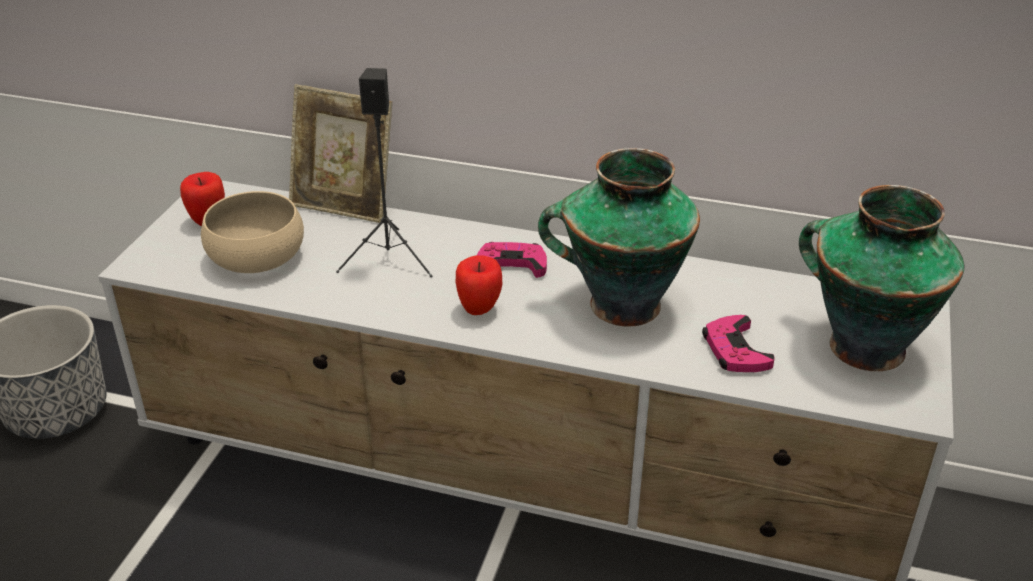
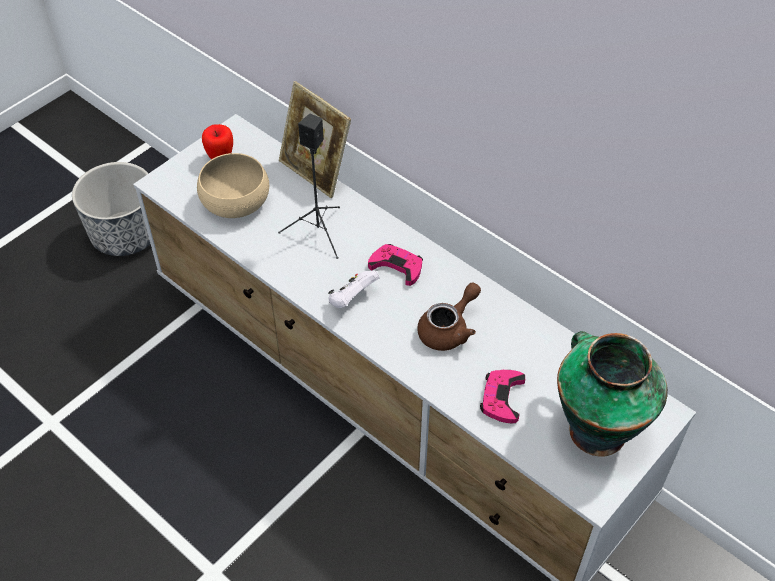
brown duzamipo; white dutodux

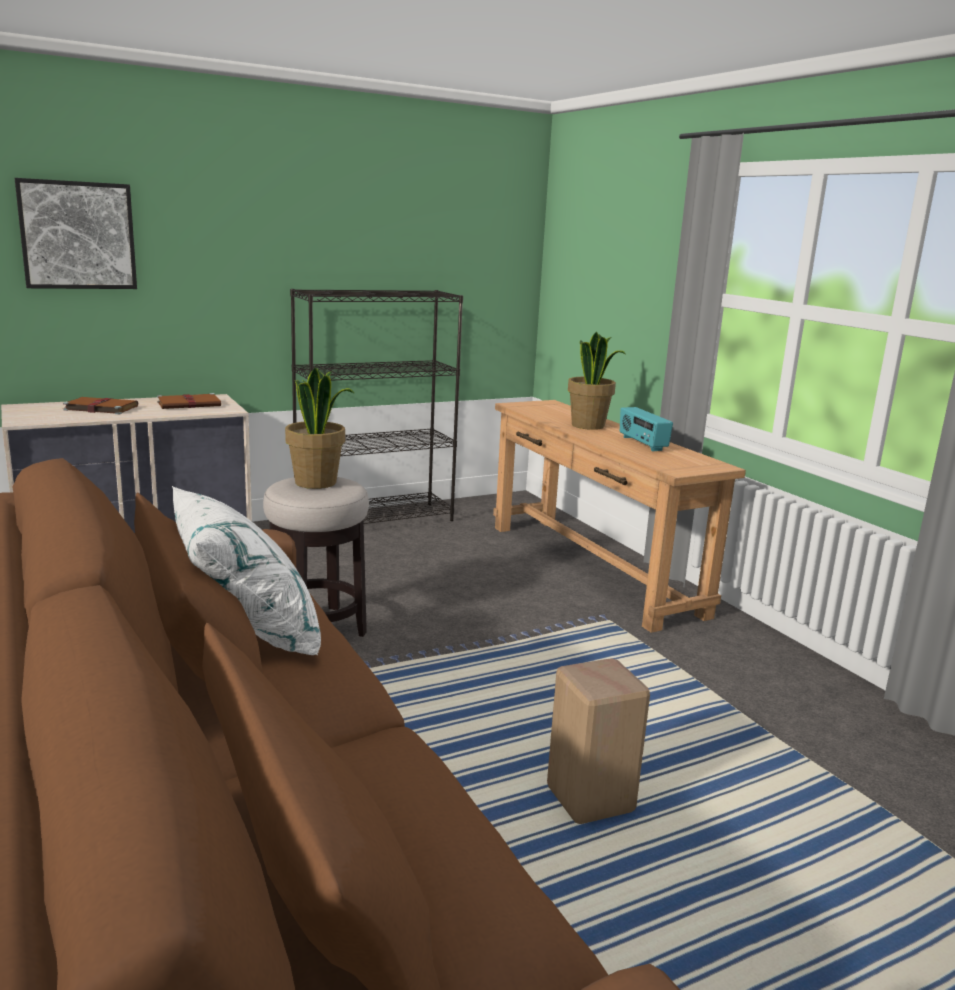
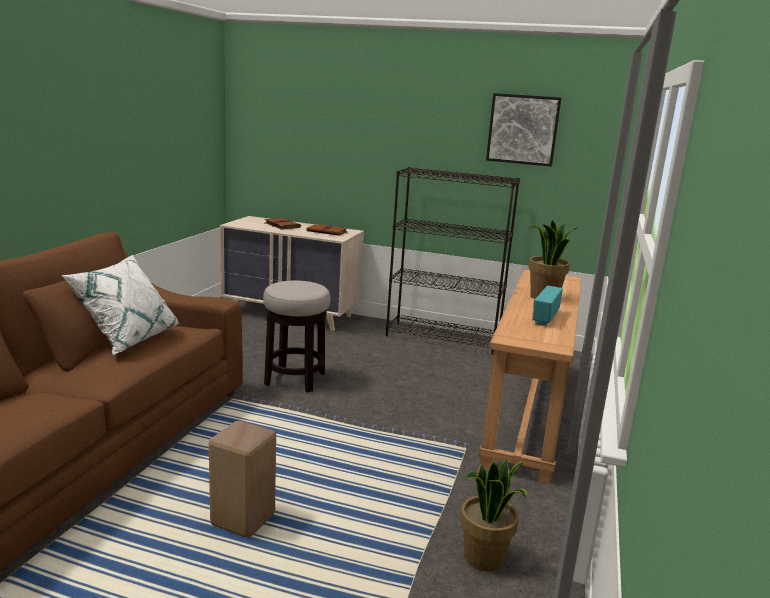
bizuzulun; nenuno (1st from left)

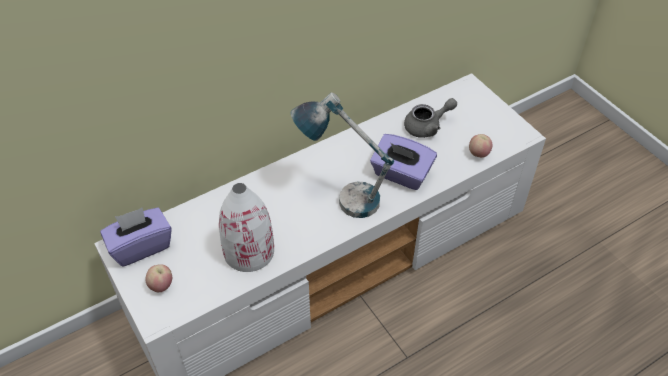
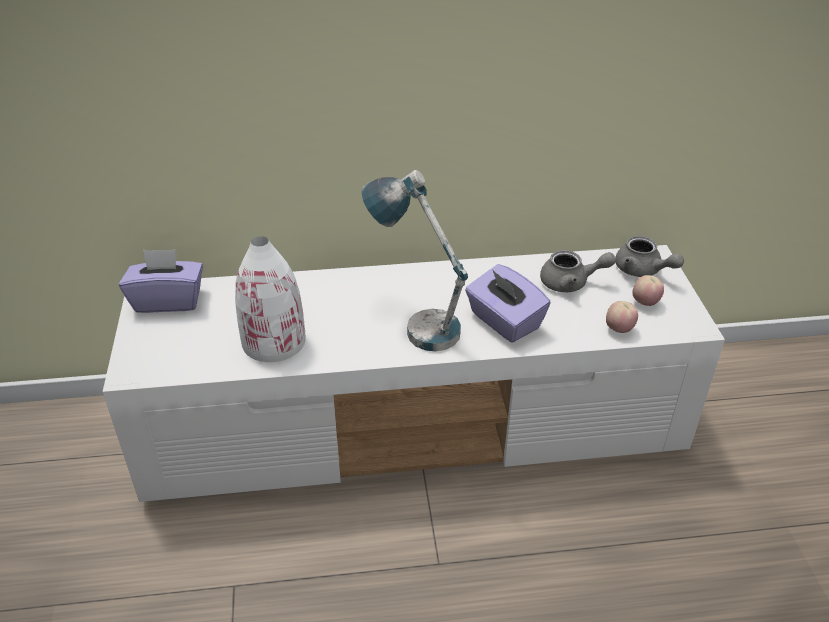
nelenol (2nd from left); grey duzamipo (2nd from left)

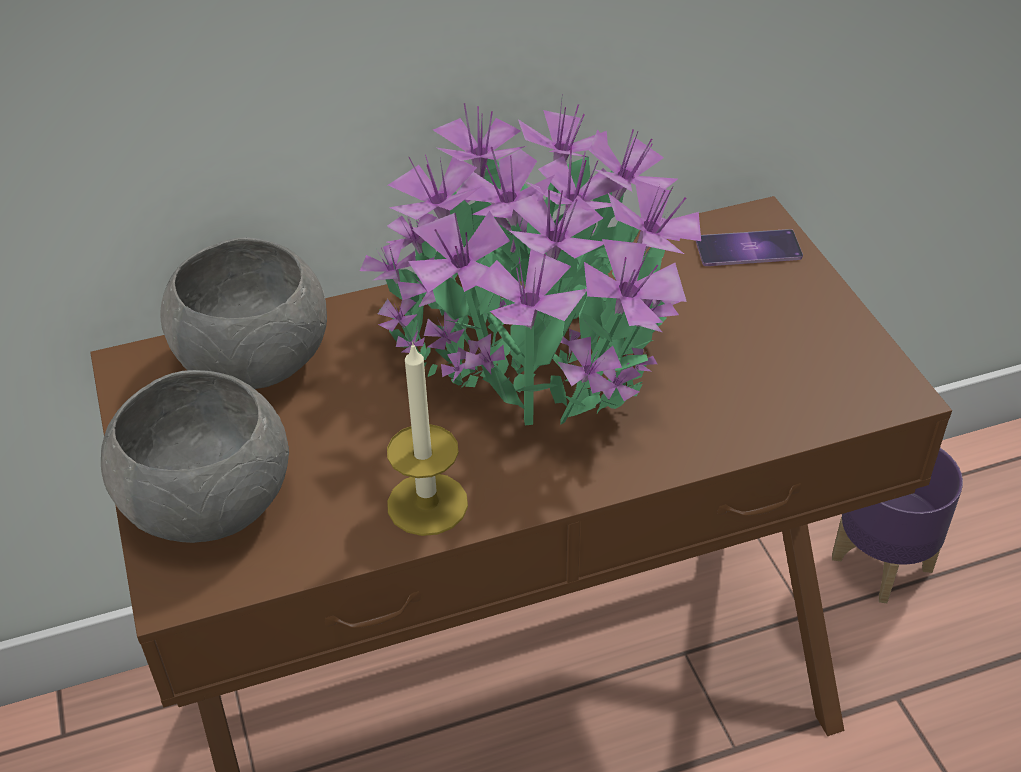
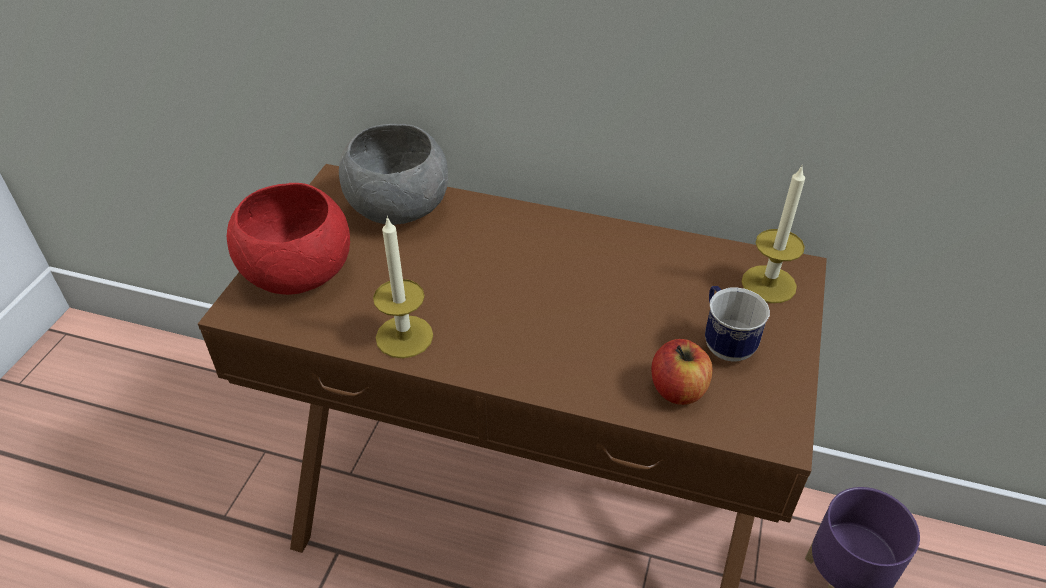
nenuno; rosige (2nd from left); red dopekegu; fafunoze; nelenol

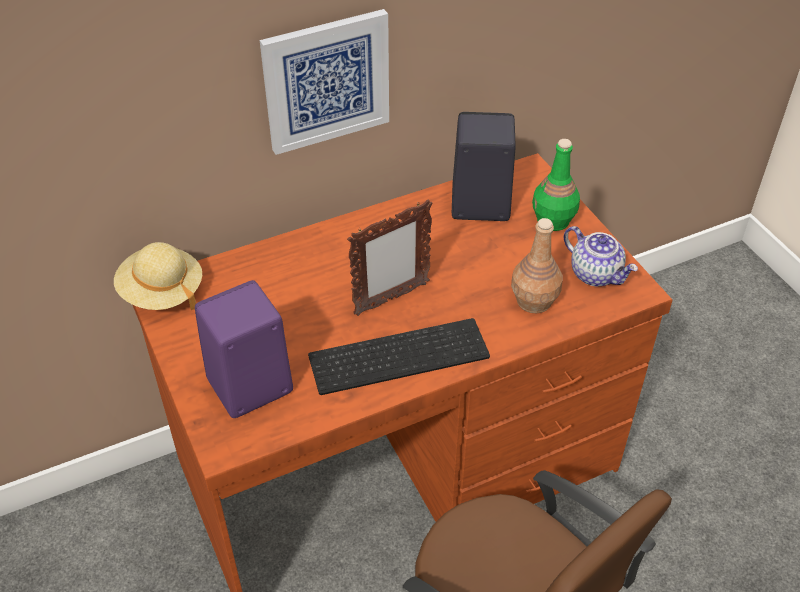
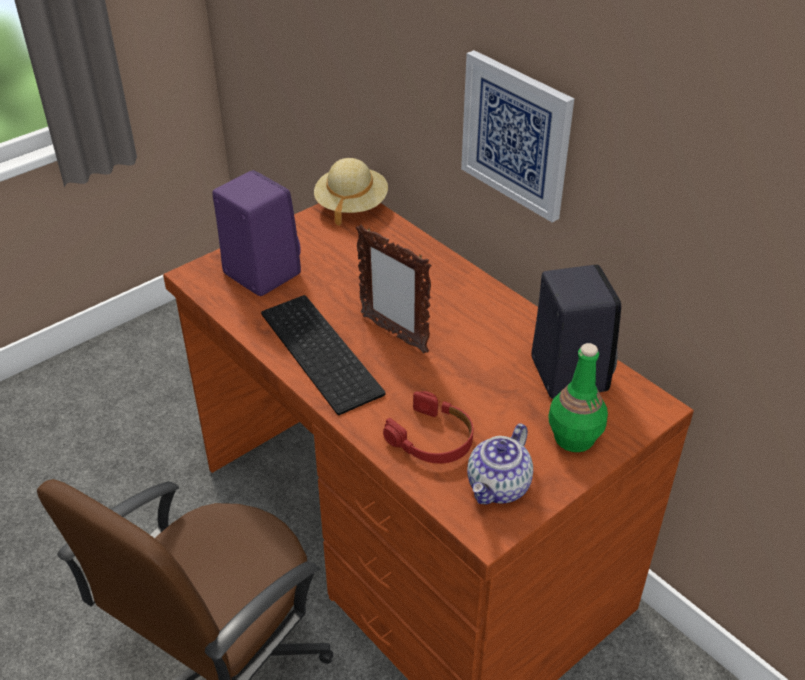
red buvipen

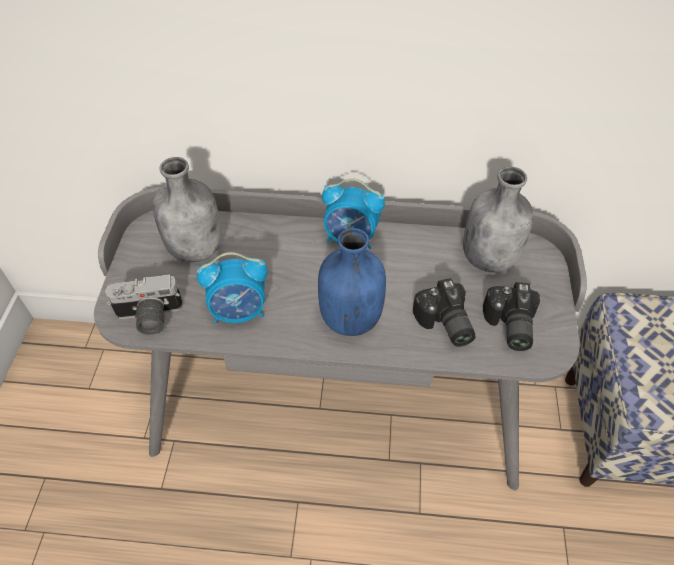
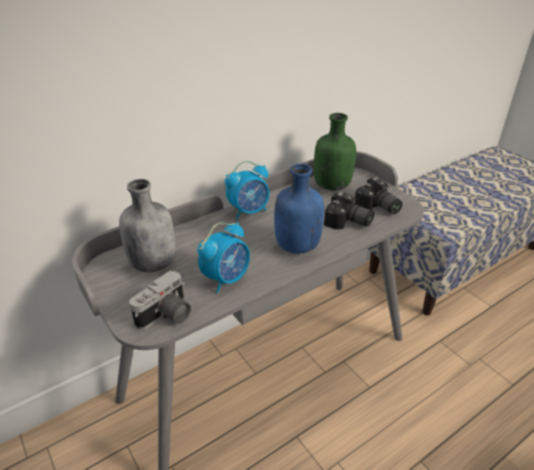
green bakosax

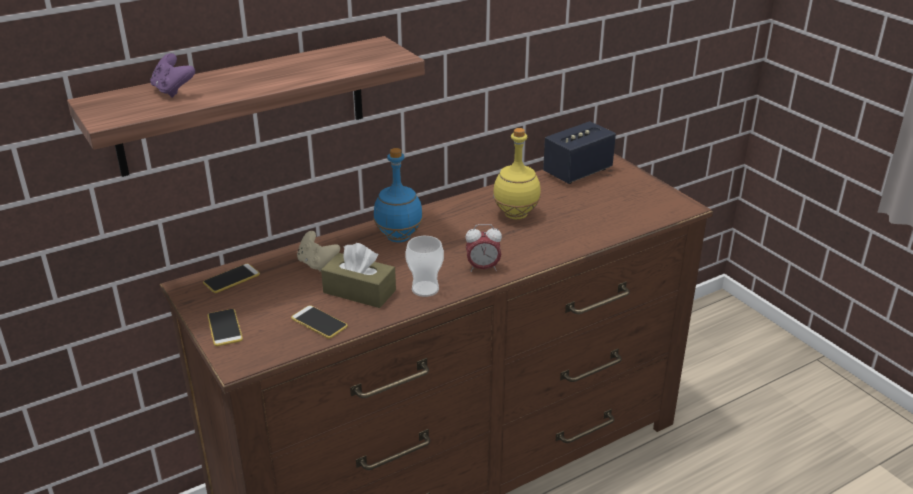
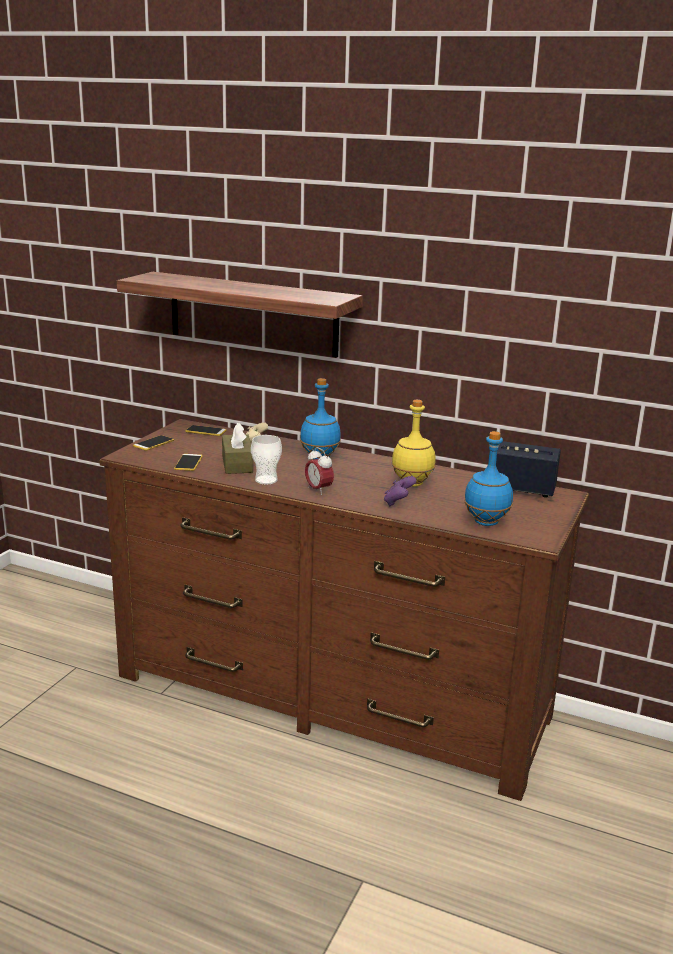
purple dutodux; blue bakosax (2nd from left)

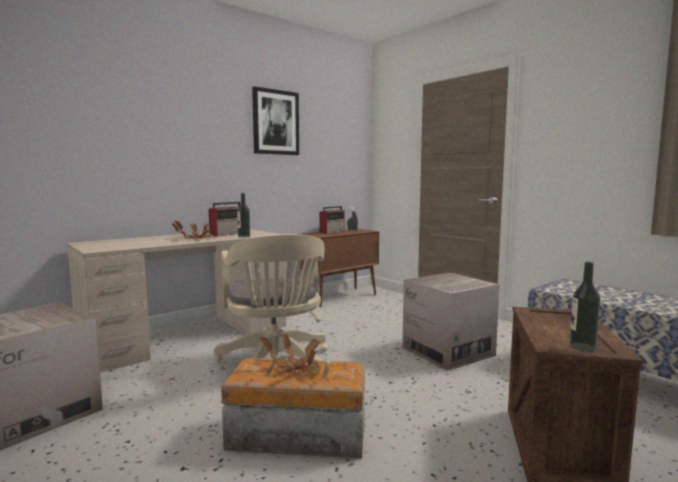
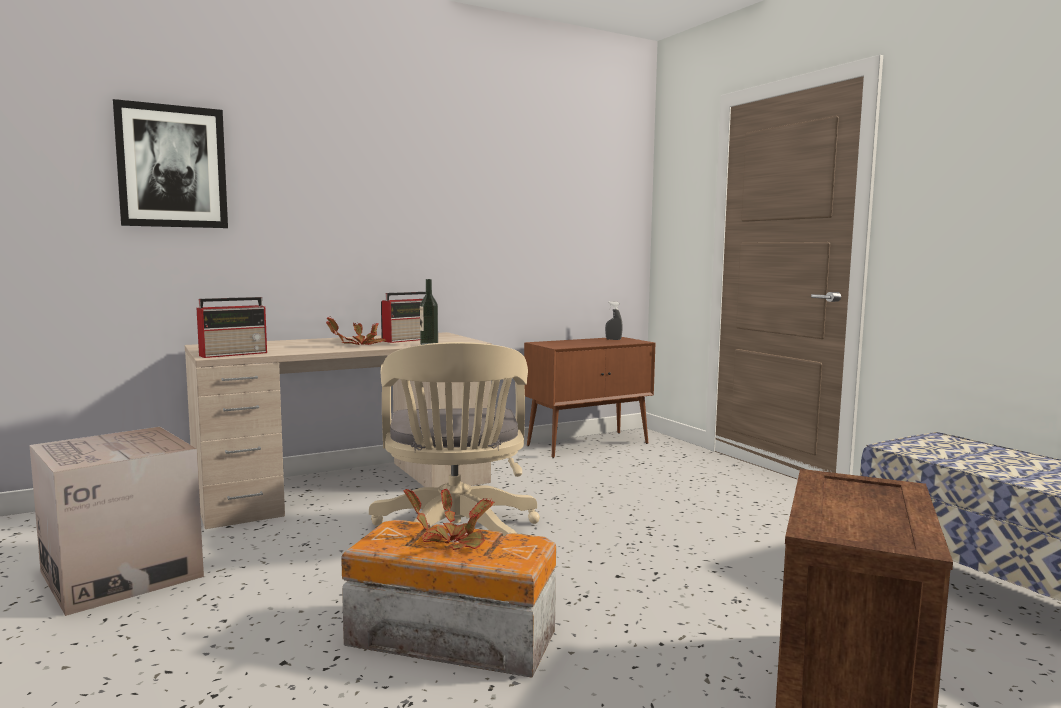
bizuzulun; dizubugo (1st from left); bakosax (2nd from left in the first image); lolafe (2nd from left in the first image)

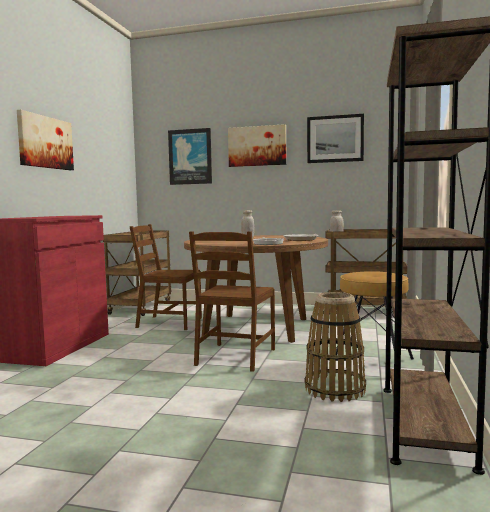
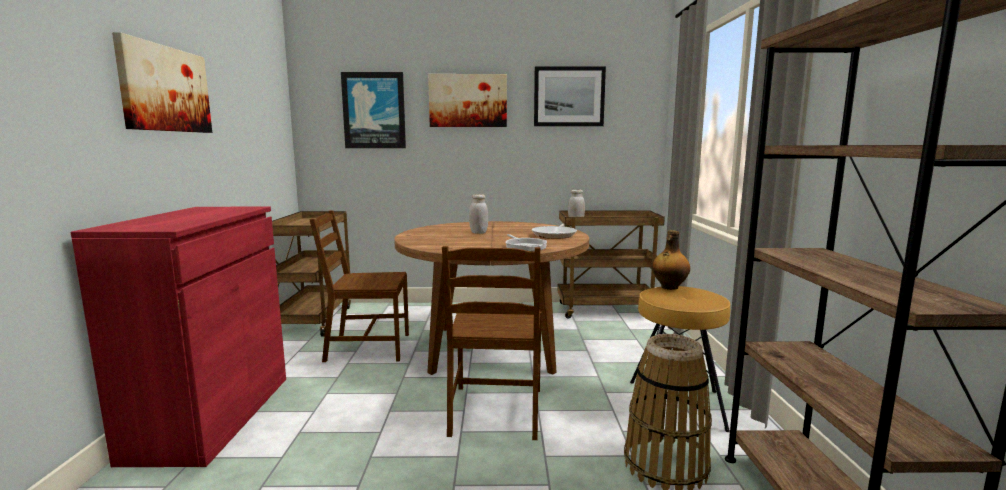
bakosax

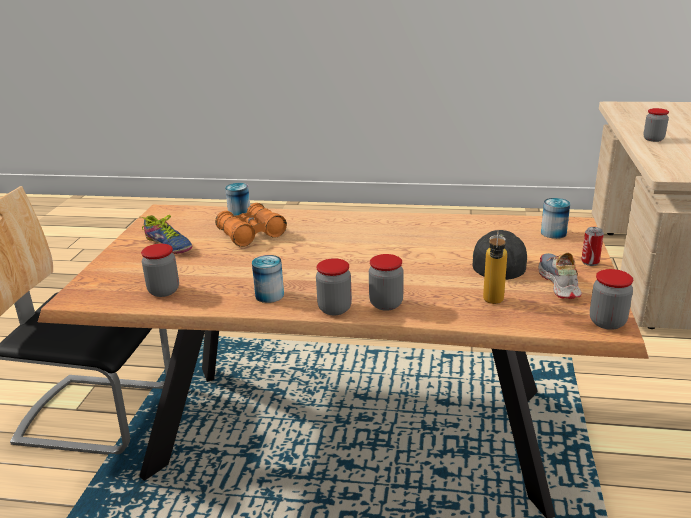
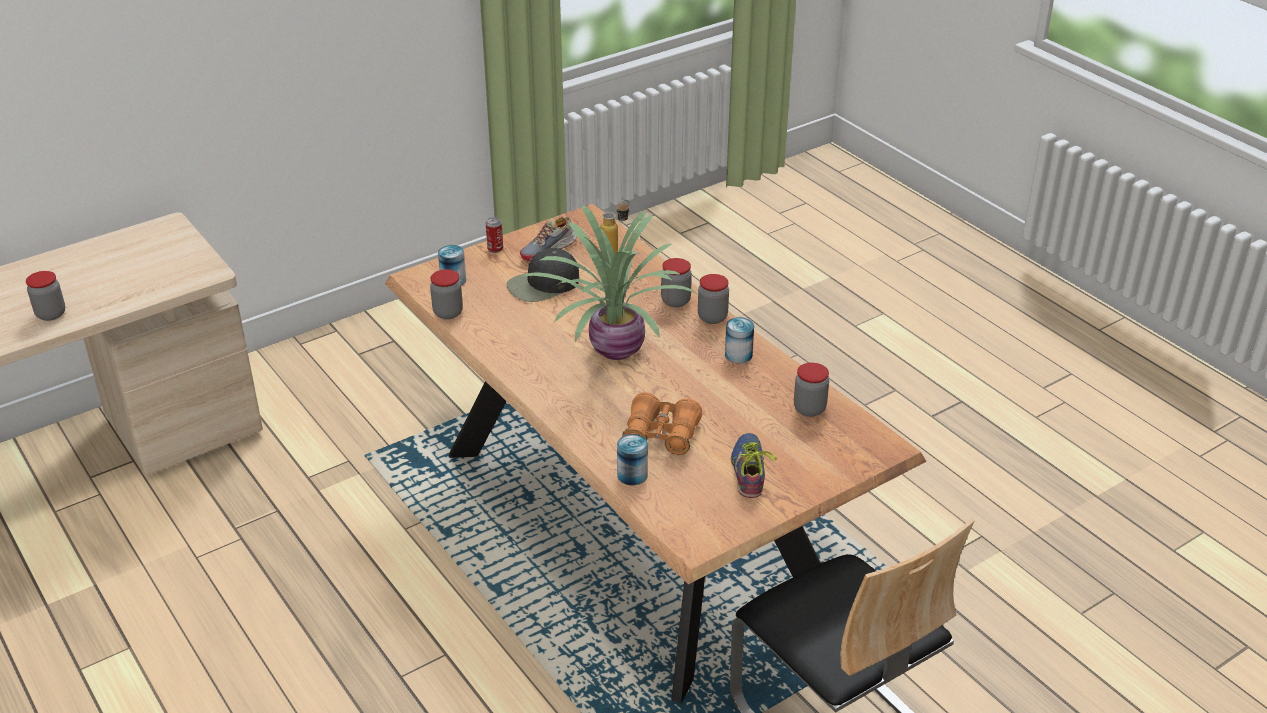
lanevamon (2nd from left); nenuno

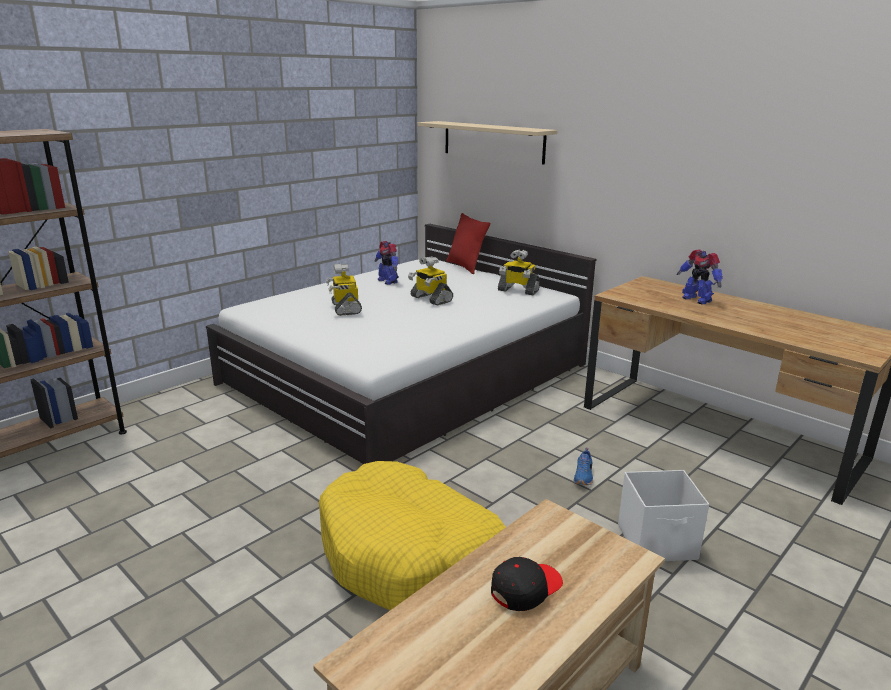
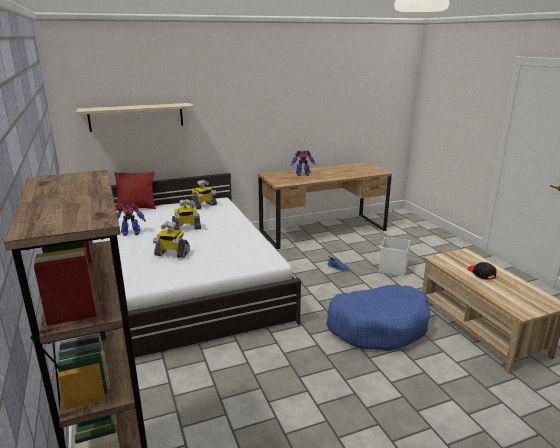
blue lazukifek

